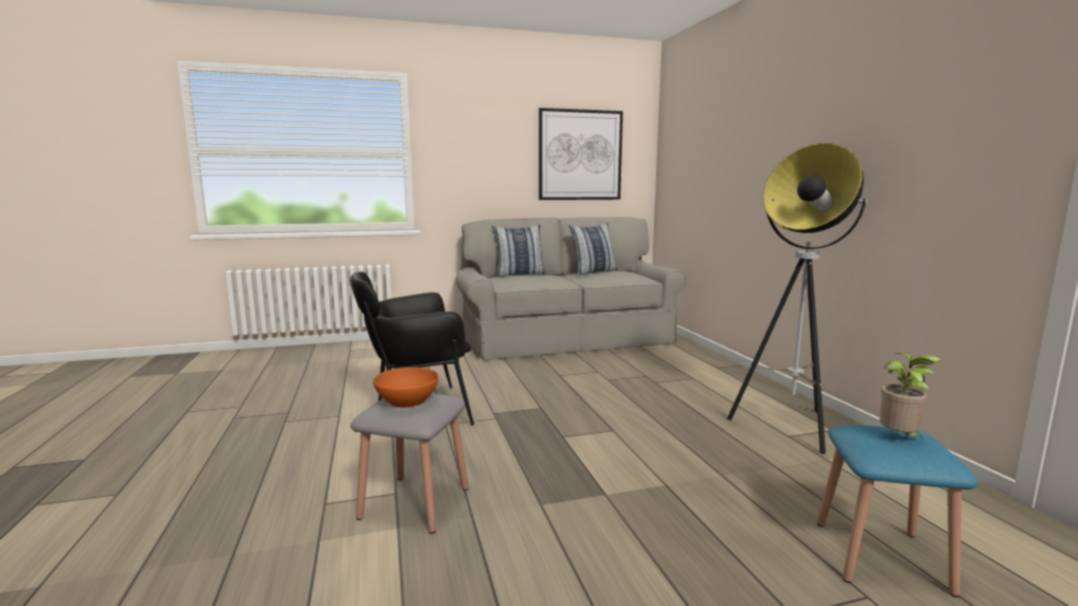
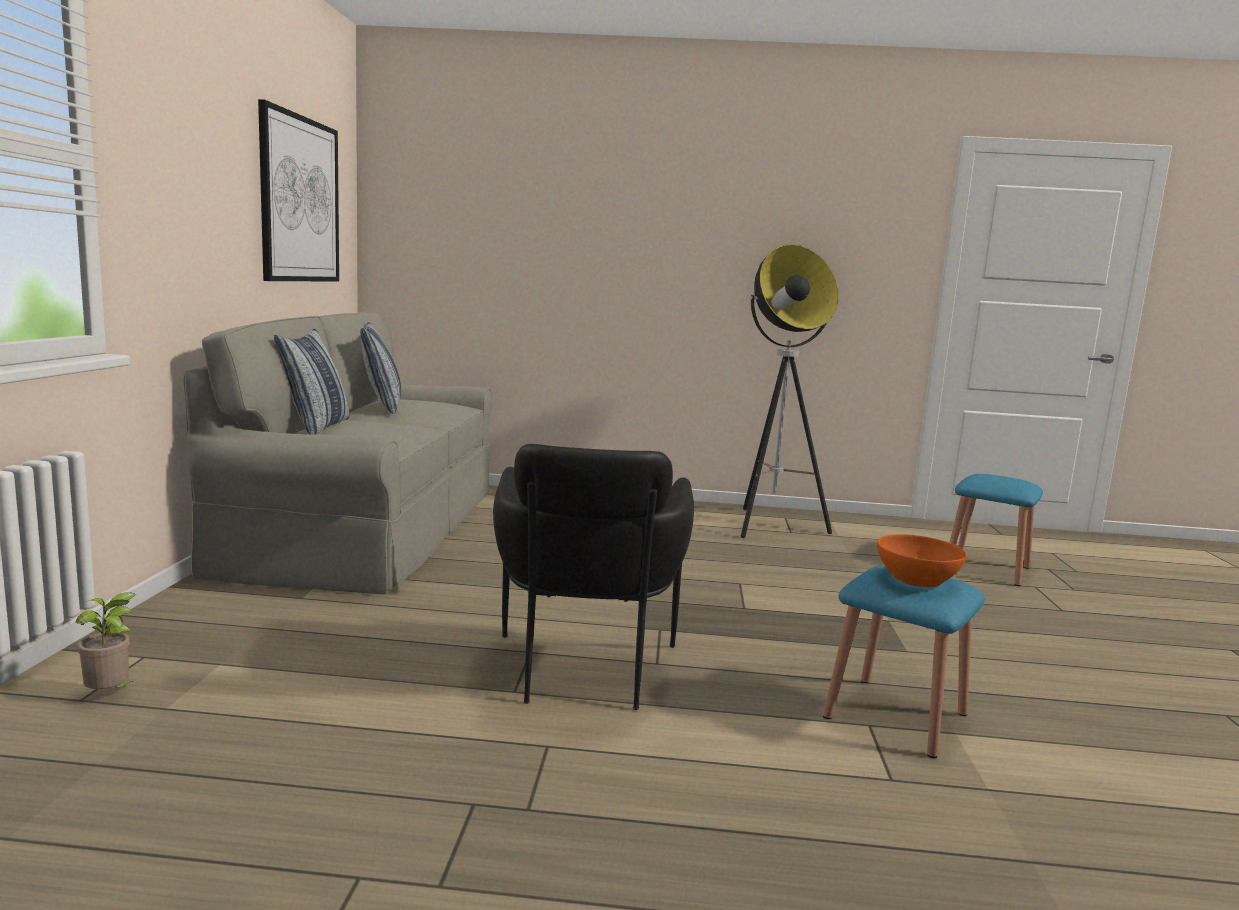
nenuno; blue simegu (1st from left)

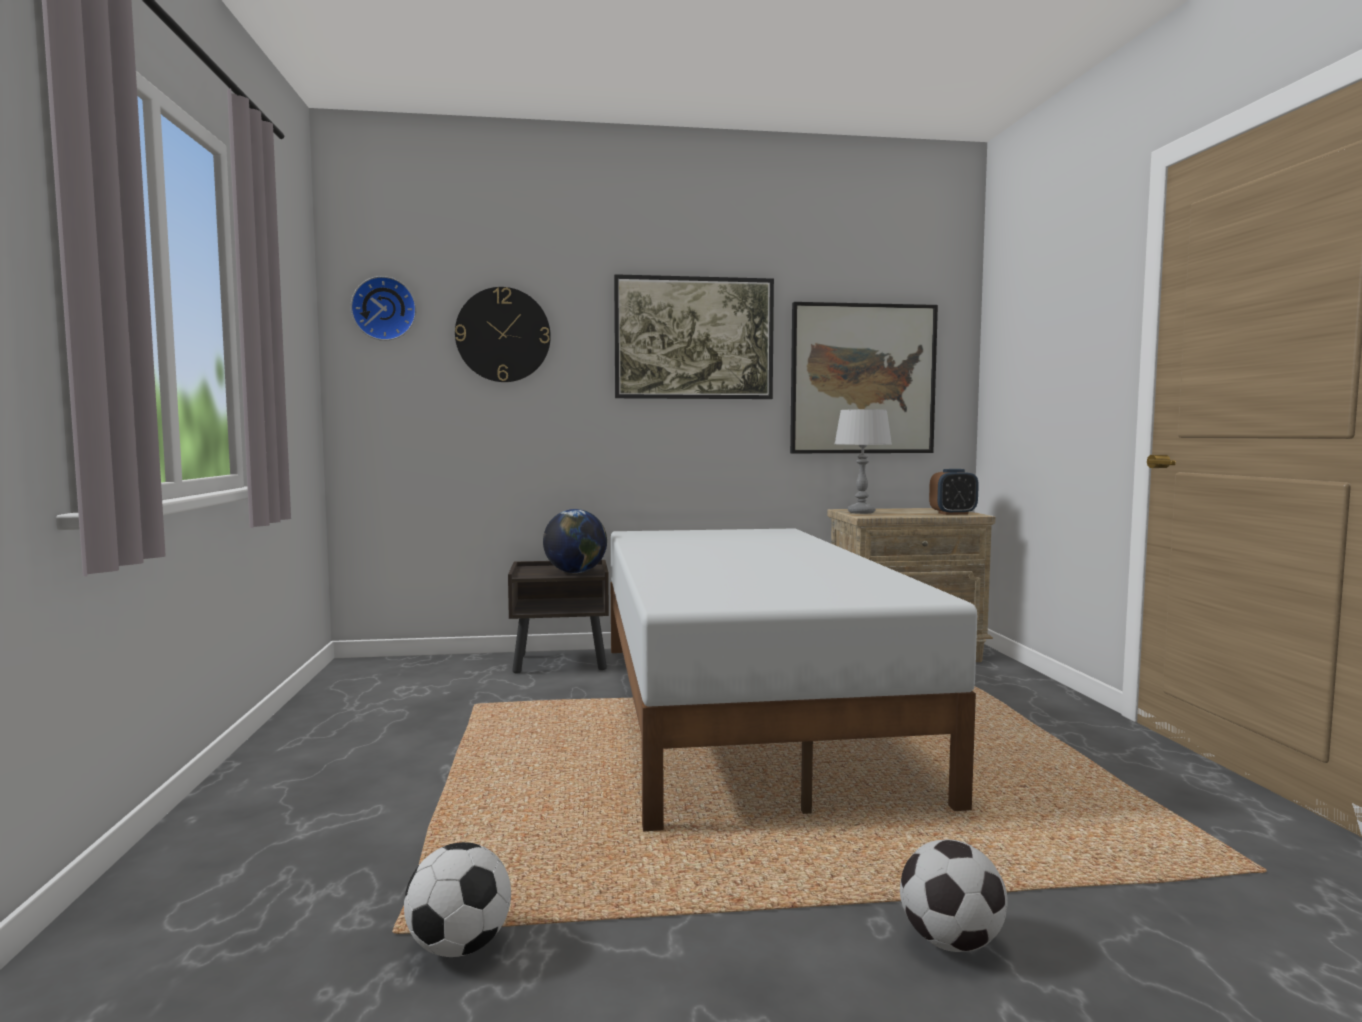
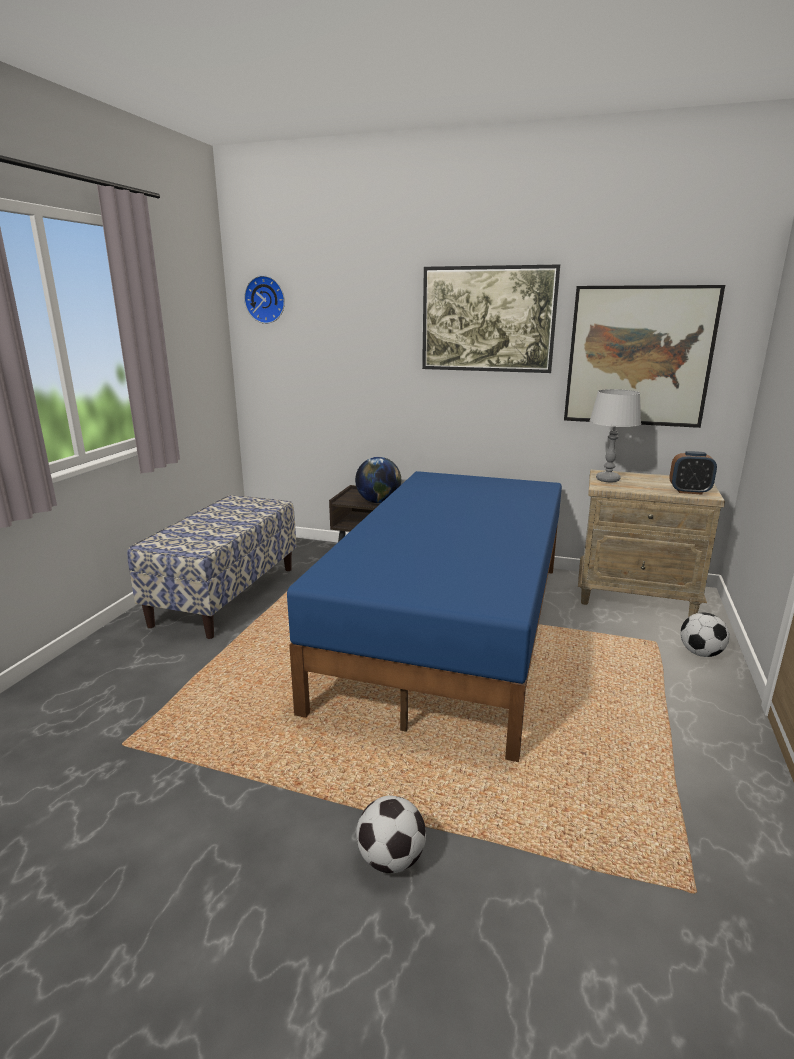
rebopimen (2nd from left in the first image); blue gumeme; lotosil (2nd from left); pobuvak

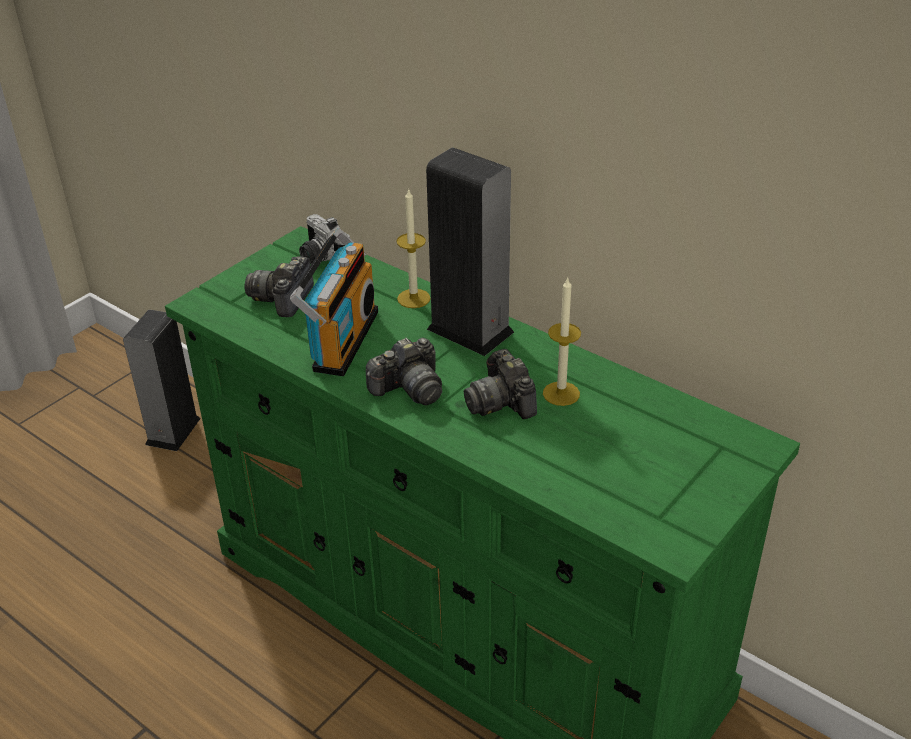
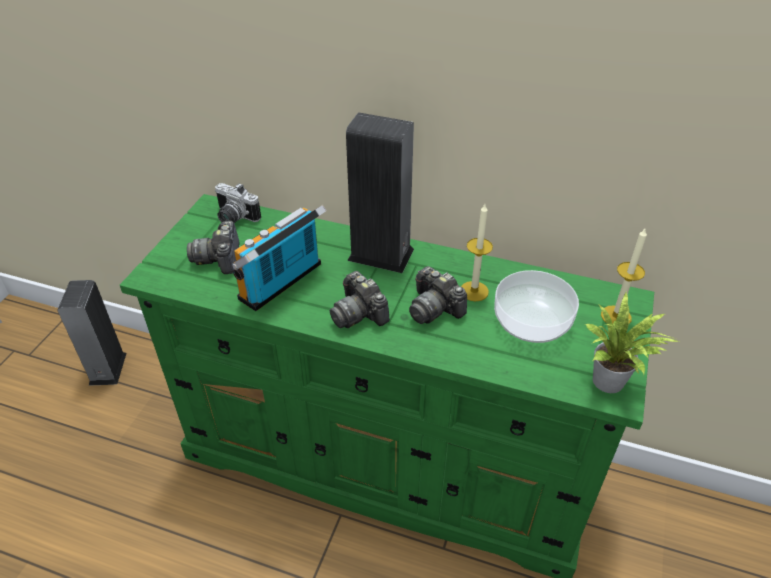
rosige (2nd from left); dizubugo; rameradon (3rd from left); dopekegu; nenuno

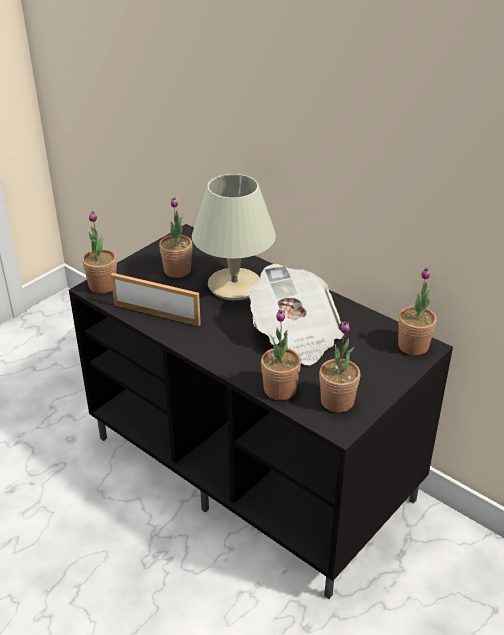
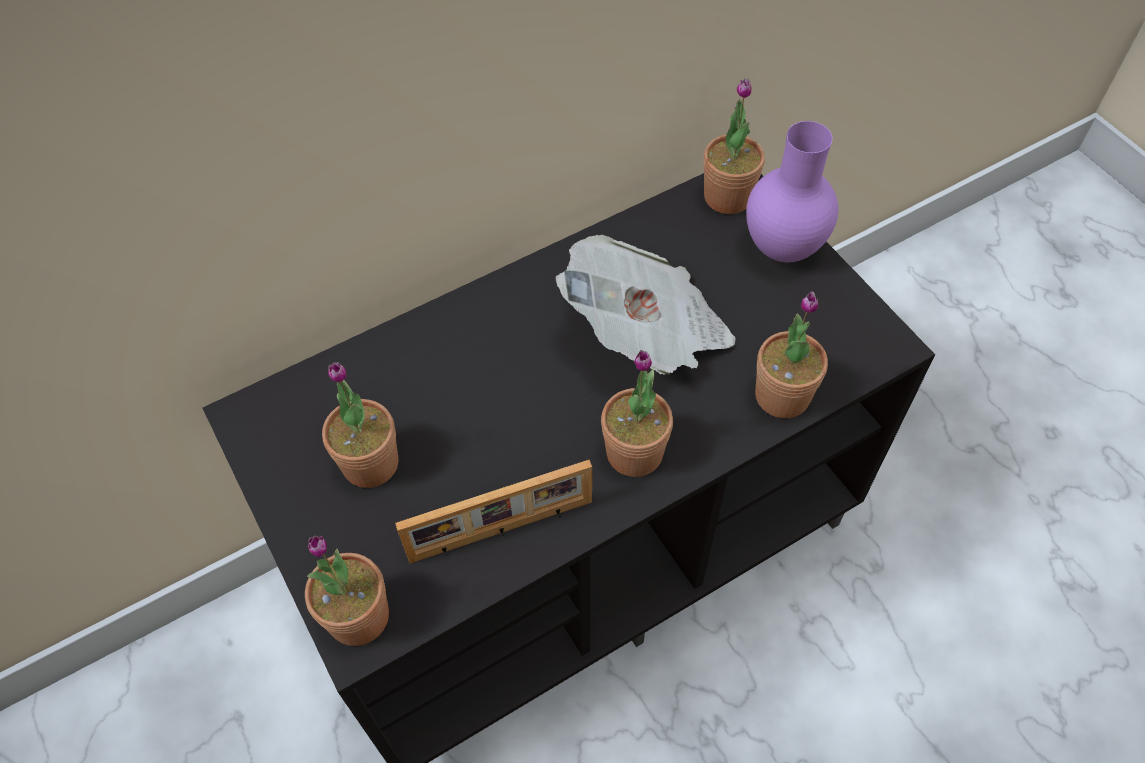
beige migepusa; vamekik; nenuno (3rd from left); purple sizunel

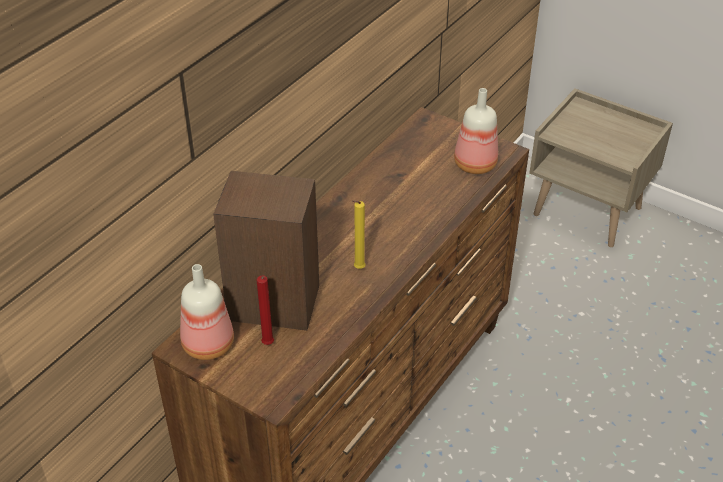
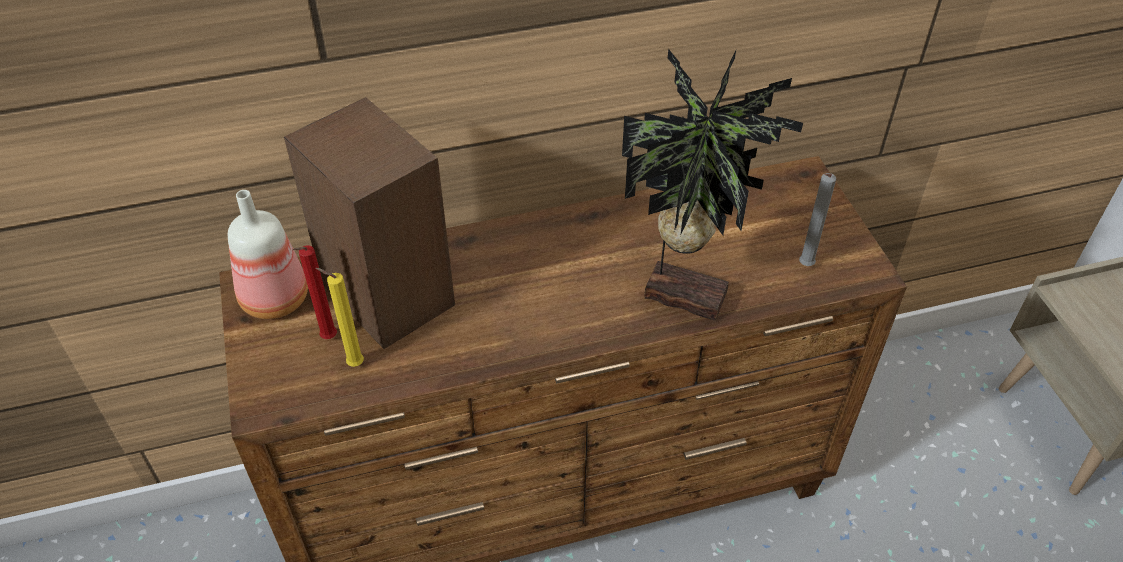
grey rosige; yellow rosige; nenuno

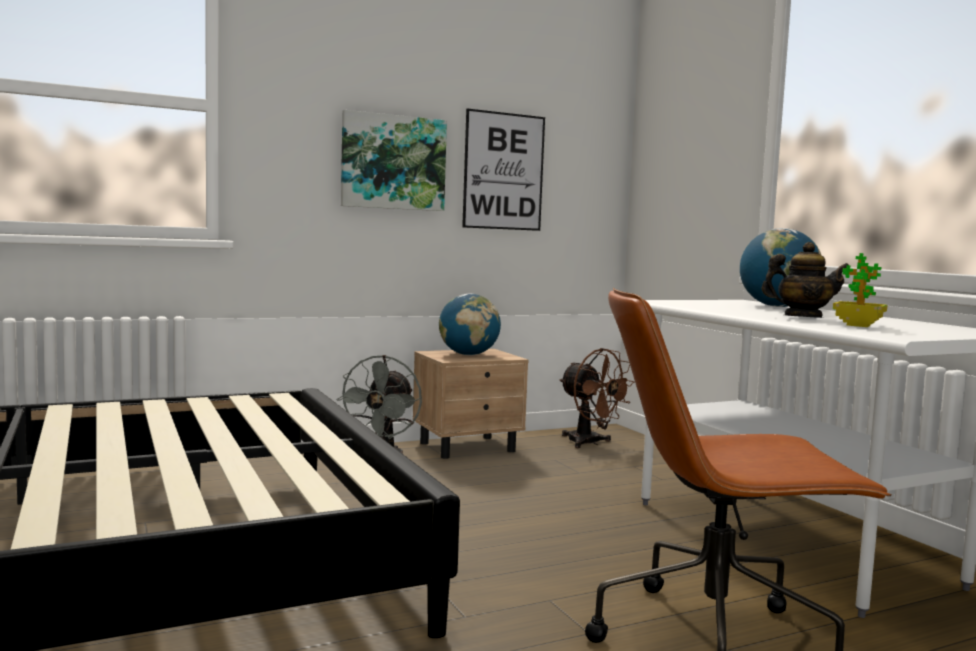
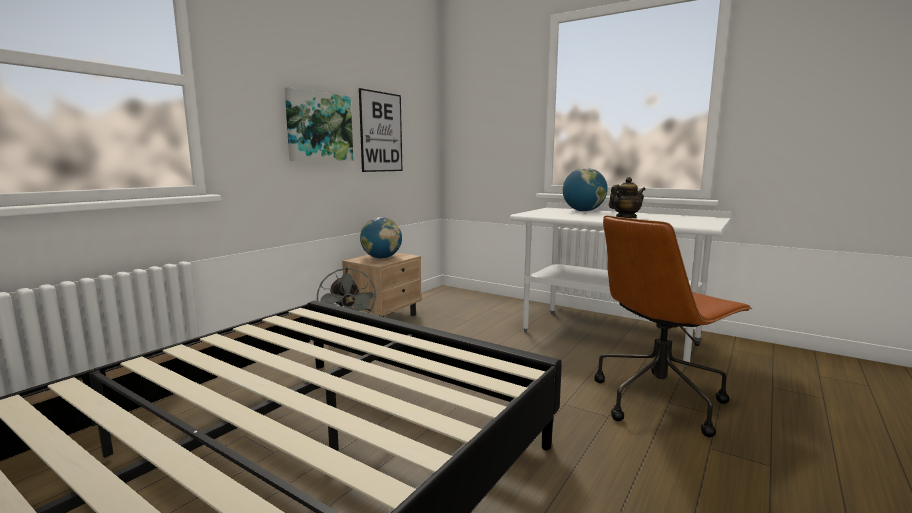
nenuno; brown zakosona

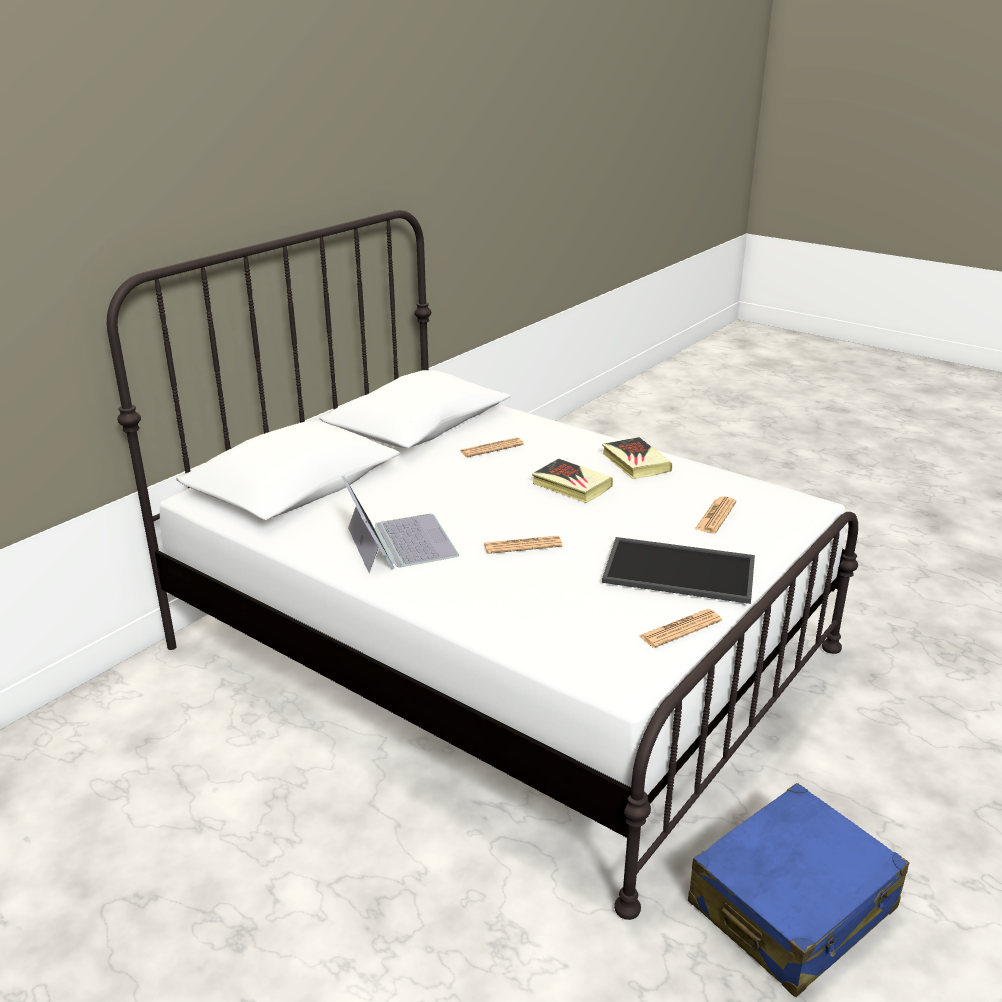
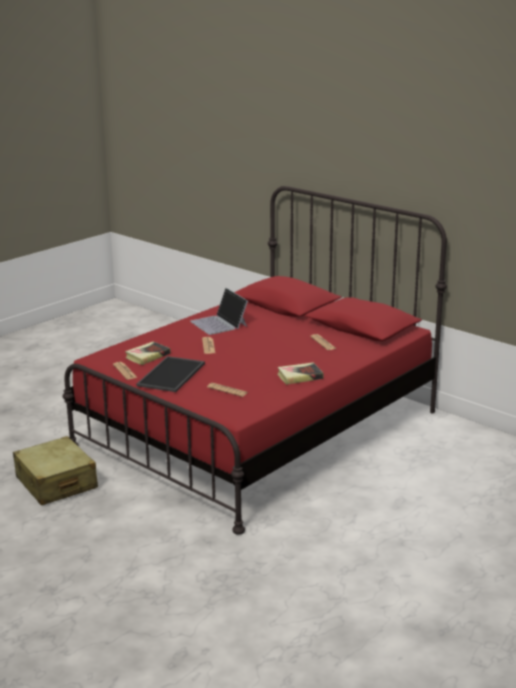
red gumeme; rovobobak (1st from left); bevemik; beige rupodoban

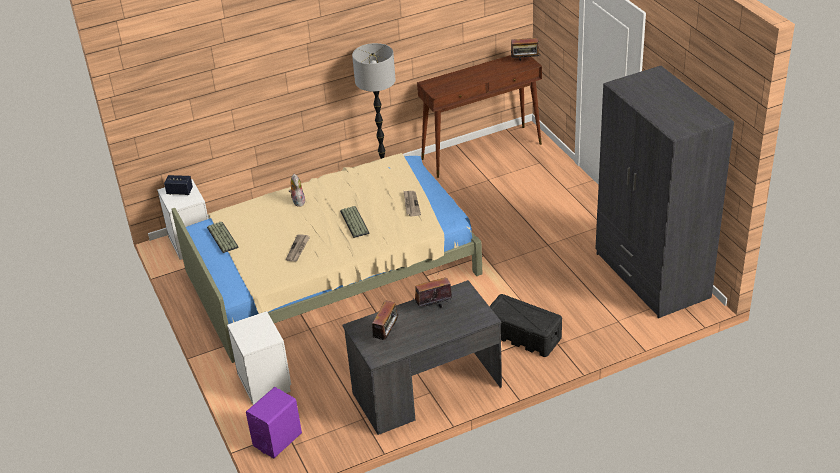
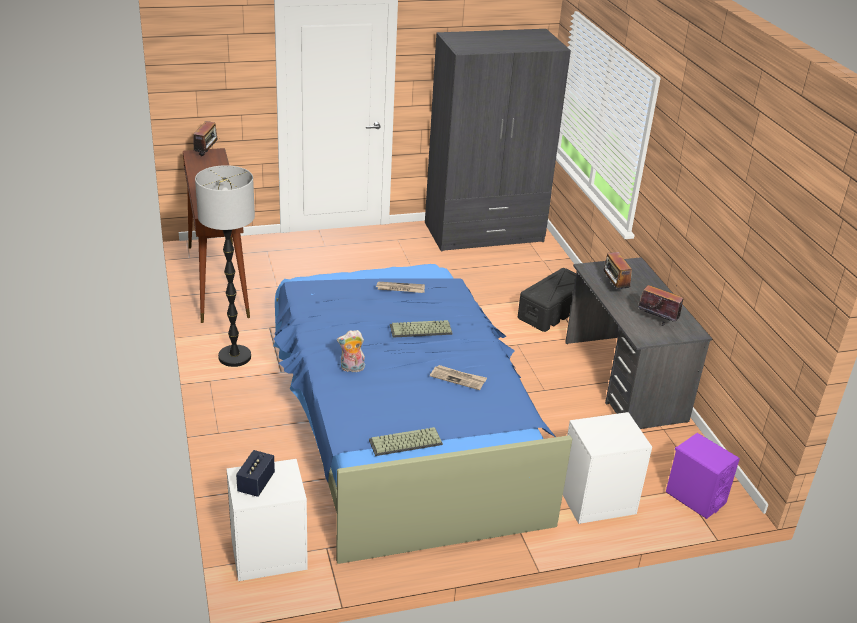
blue gumeme

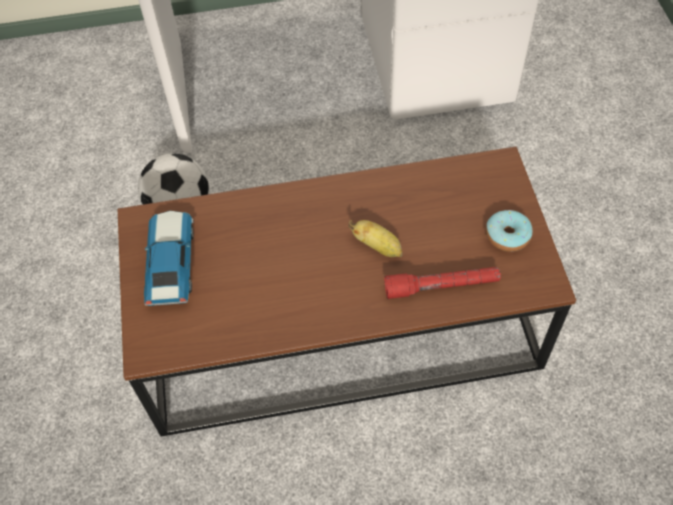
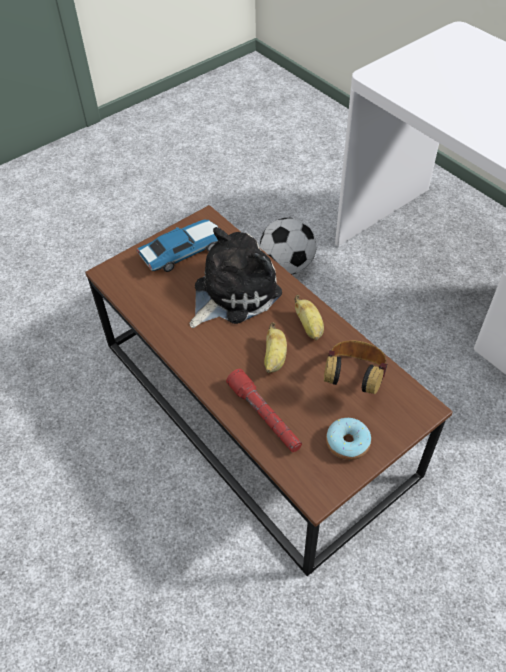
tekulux; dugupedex (2nd from left); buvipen

